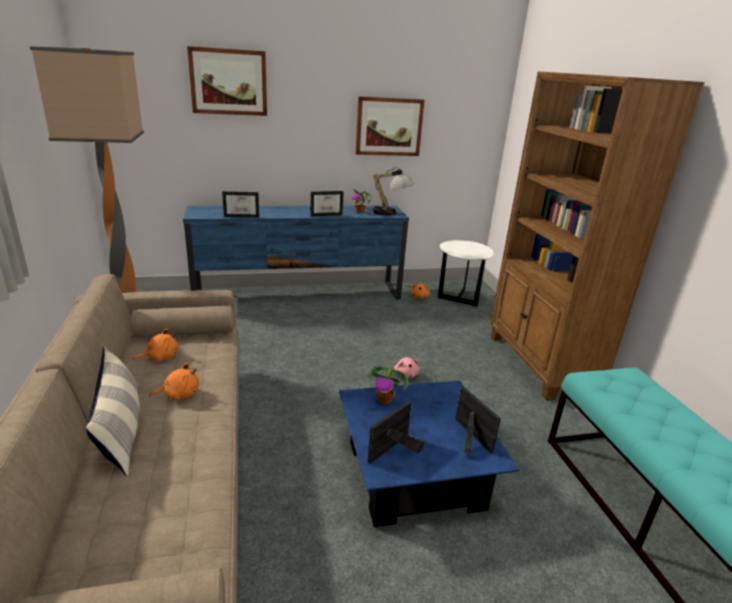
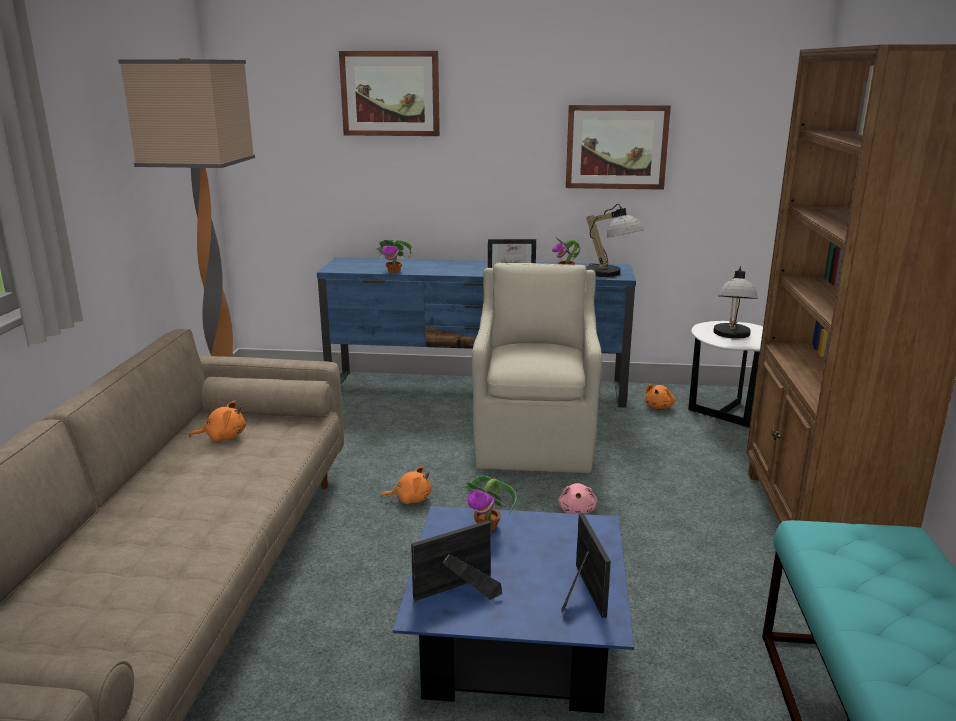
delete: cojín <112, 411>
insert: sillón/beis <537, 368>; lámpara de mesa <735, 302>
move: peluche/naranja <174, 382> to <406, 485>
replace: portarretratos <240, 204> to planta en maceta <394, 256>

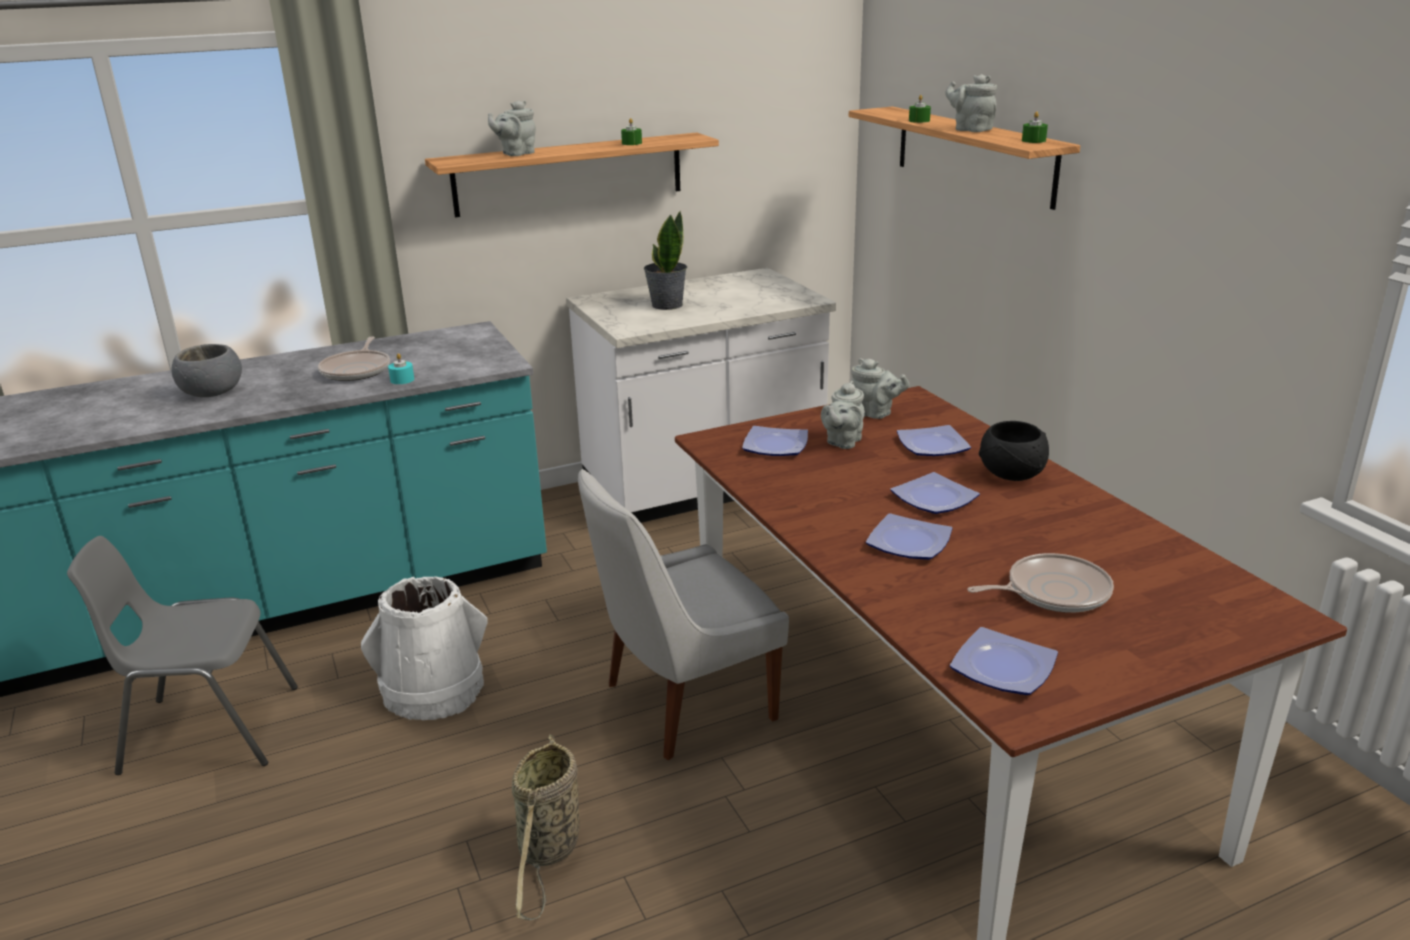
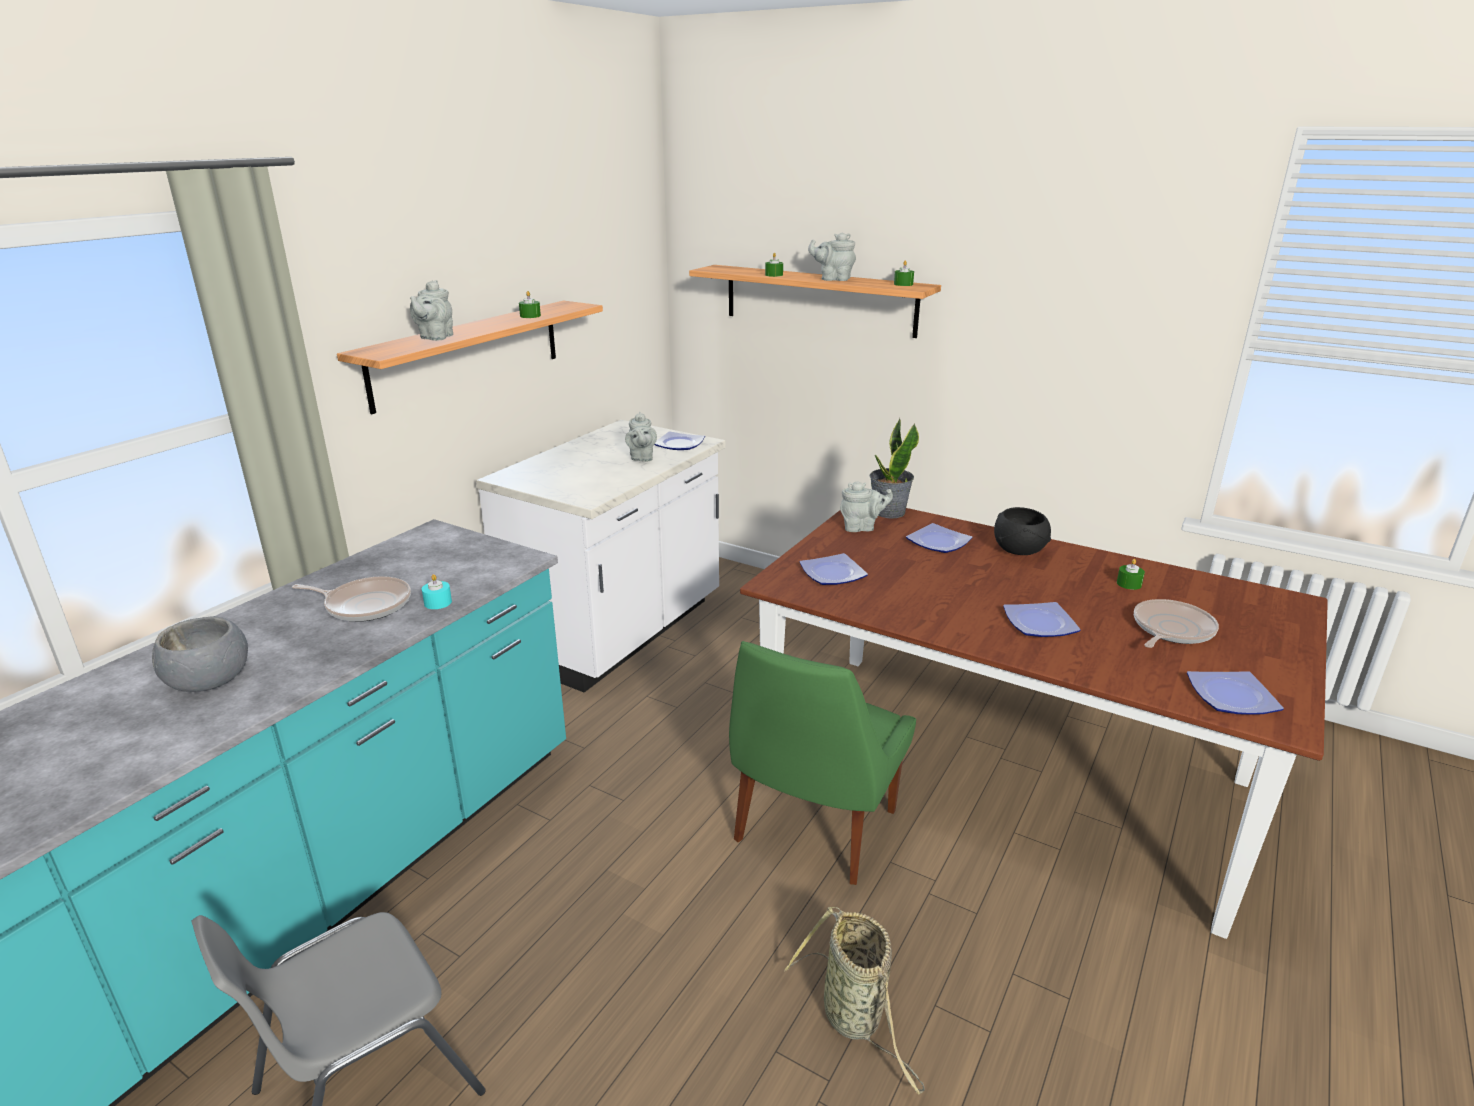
delete: cubo/blanco <424, 648>
insert: vela/verde <1131, 574>
move: planta en maceta <665, 260> to <894, 467>; tetera/gris <843, 415> to <641, 437>; plato <935, 493> to <679, 440>
recolor: silla/blanco <683, 614> to silla/verde <822, 763>
rotate: sartén <354, 358> = <351, 599> 45 degrees counterclockwise

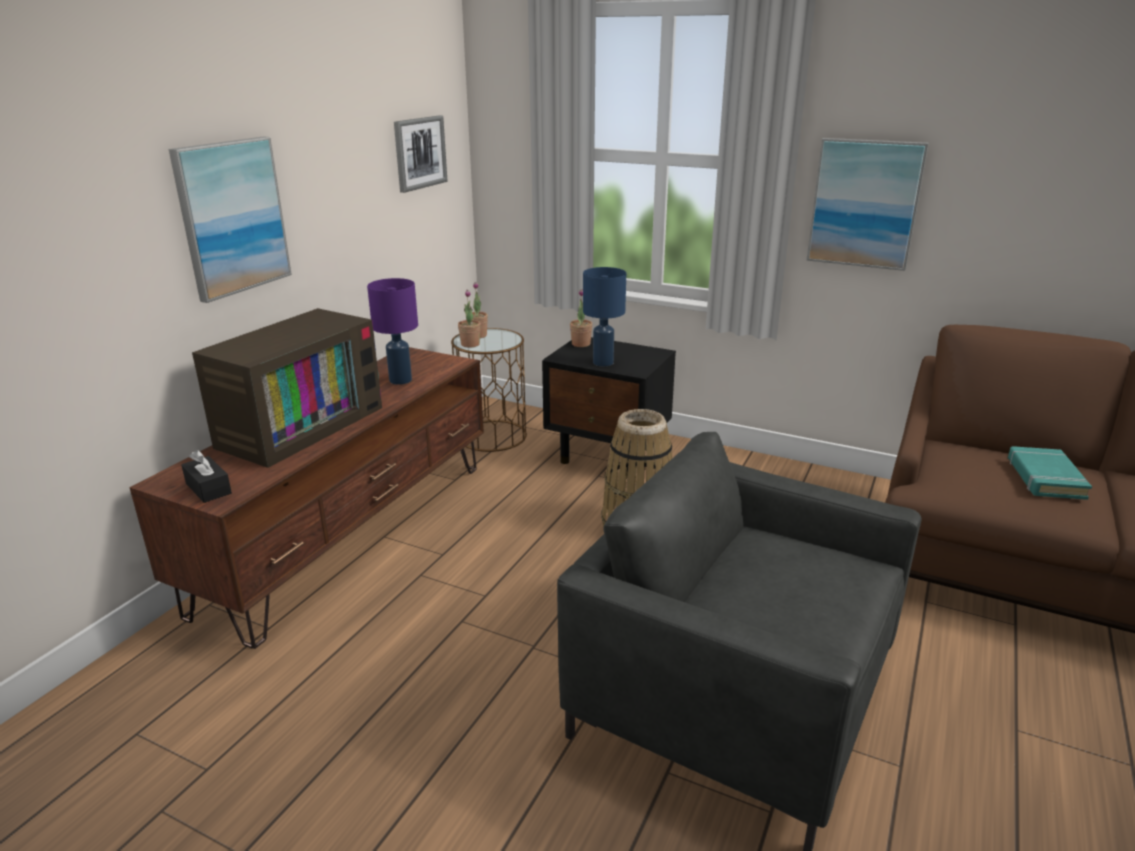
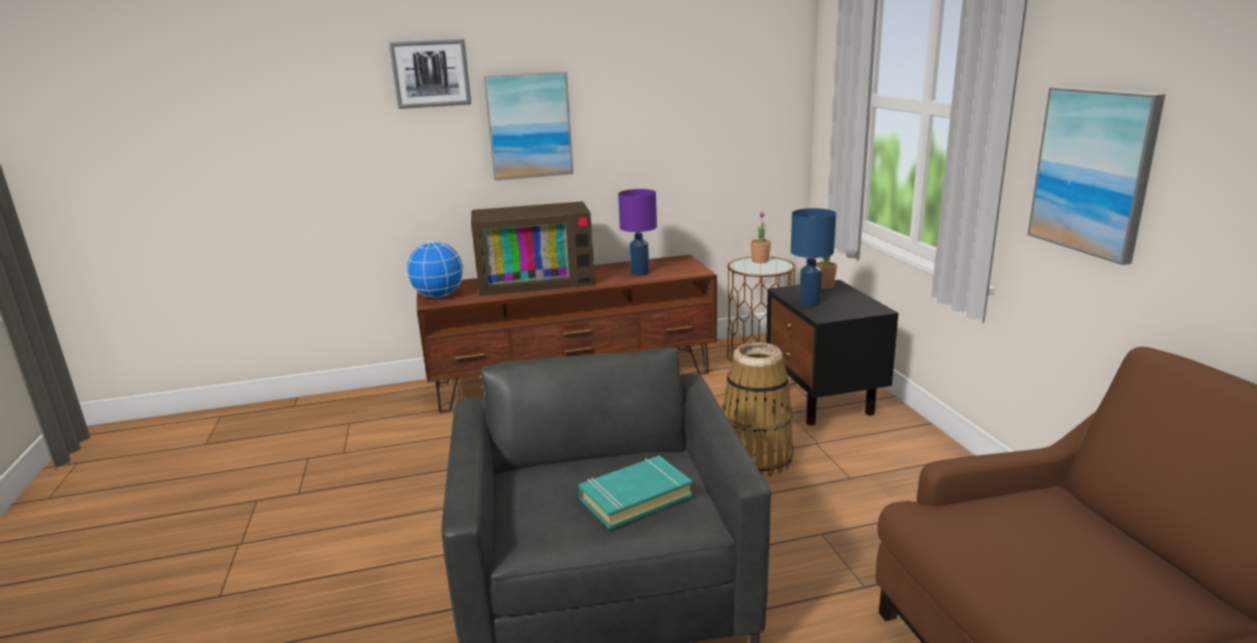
delete: planta en maceta <469, 319>
move: cuadro <421, 154> to <430, 74>; libro/turquesa <1050, 473> to <636, 493>
replace: caja de pañuelos/negro <207, 476> to globo terráqueo <435, 269>

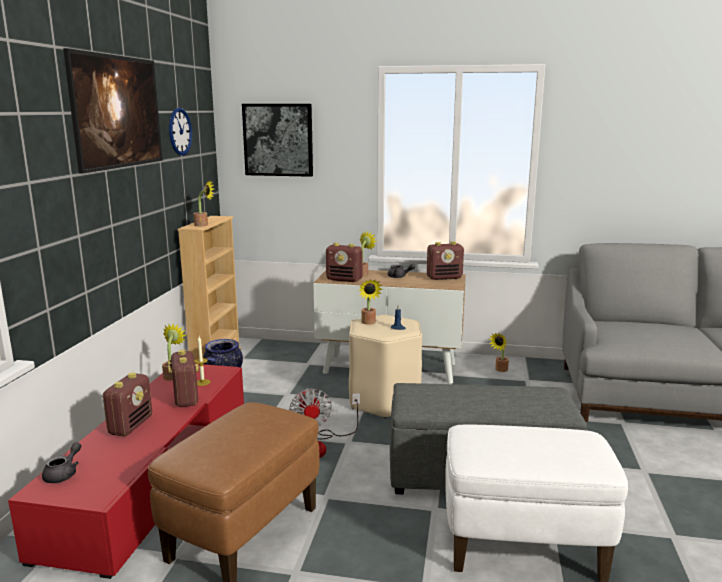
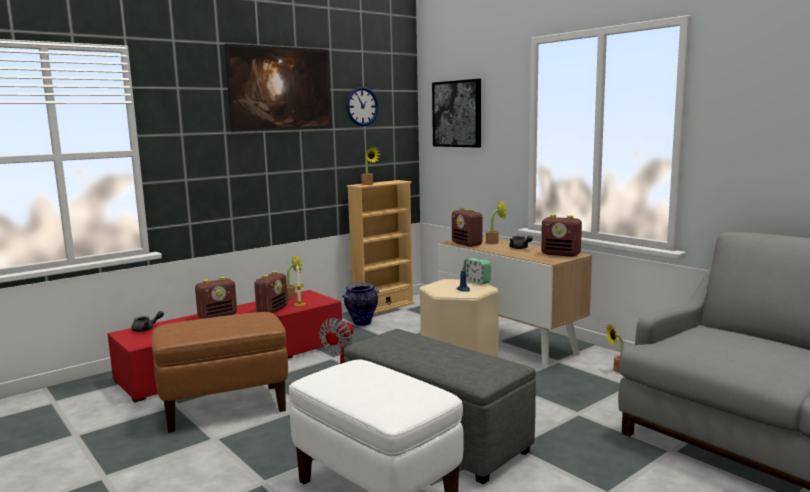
delete: planta en maceta <370, 302>
insert: despertador <477, 271>

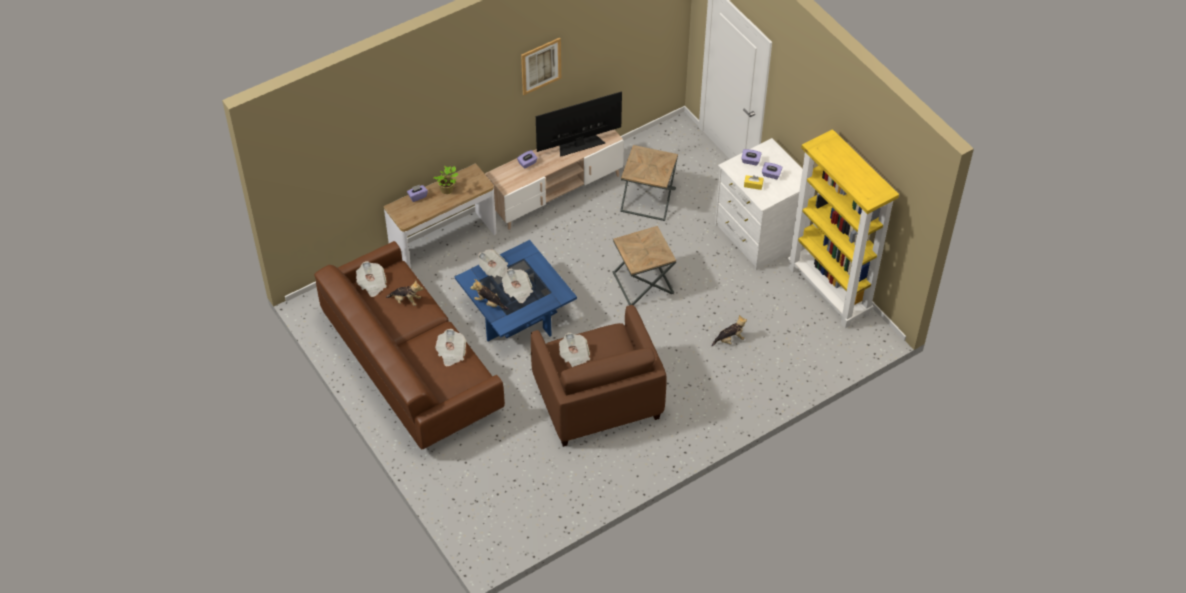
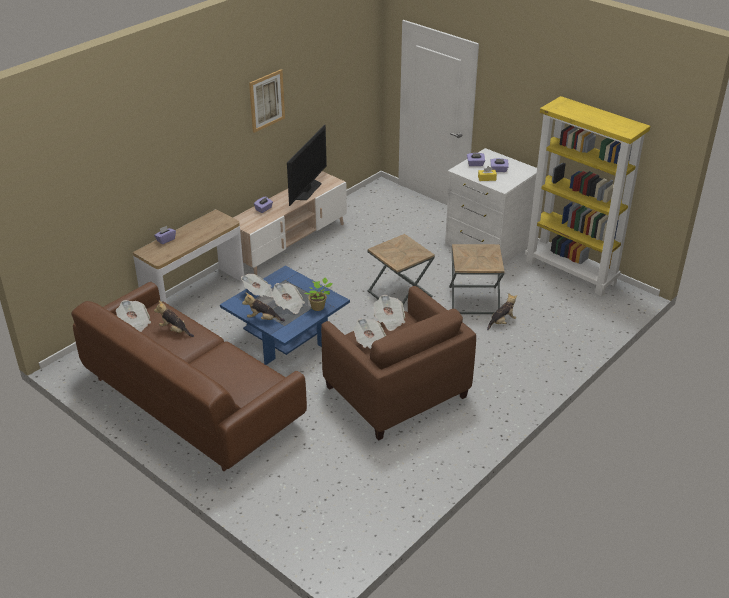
move: mesa auxiliar/marrón <649, 183> to <477, 279>; planta en maceta <446, 180> to <318, 294>; periódico <450, 348> to <389, 313>
rotate: televisor <579, 124> = <307, 165> 150 degrees clockwise; peluche <404, 293> = <174, 319> 150 degrees counterclockwise

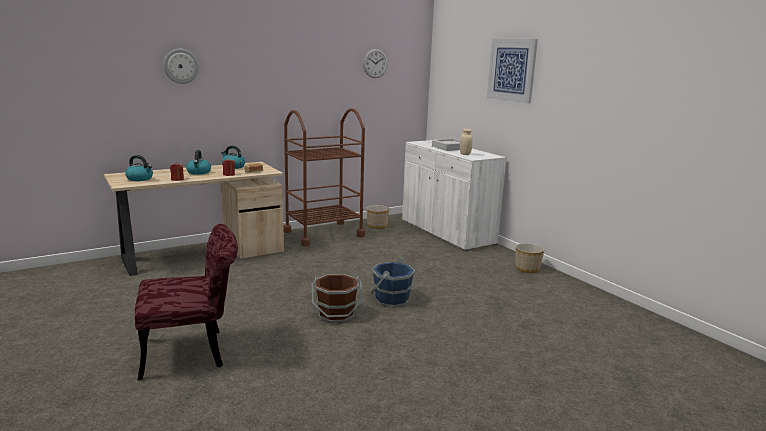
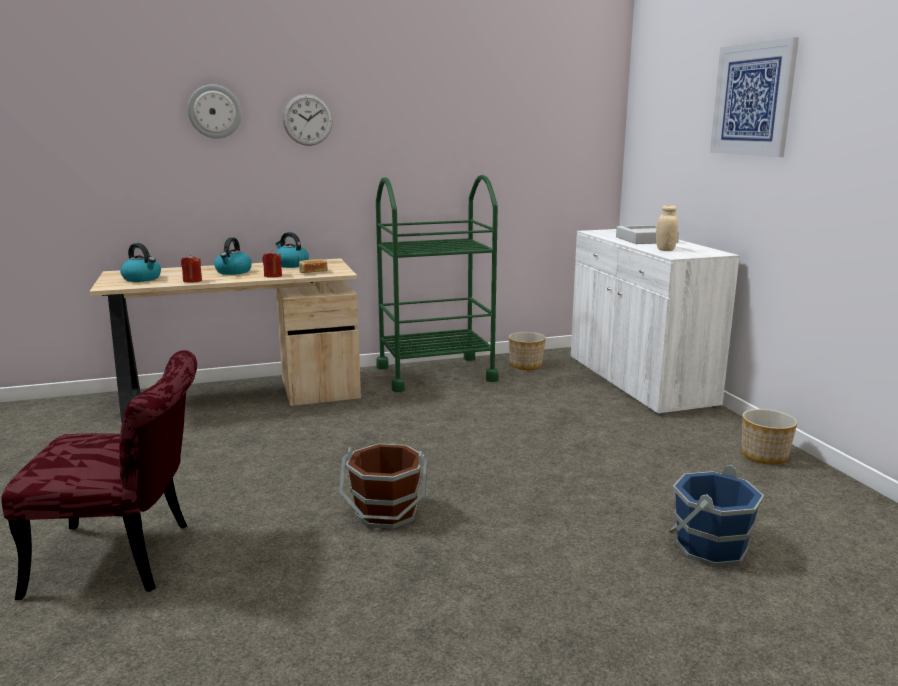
move: reloj de pared <375, 63> to <308, 120>; cubo/azul <393, 282> to <716, 516>
recolor: carrito/marrón <324, 177> to carrito/verde <437, 283>

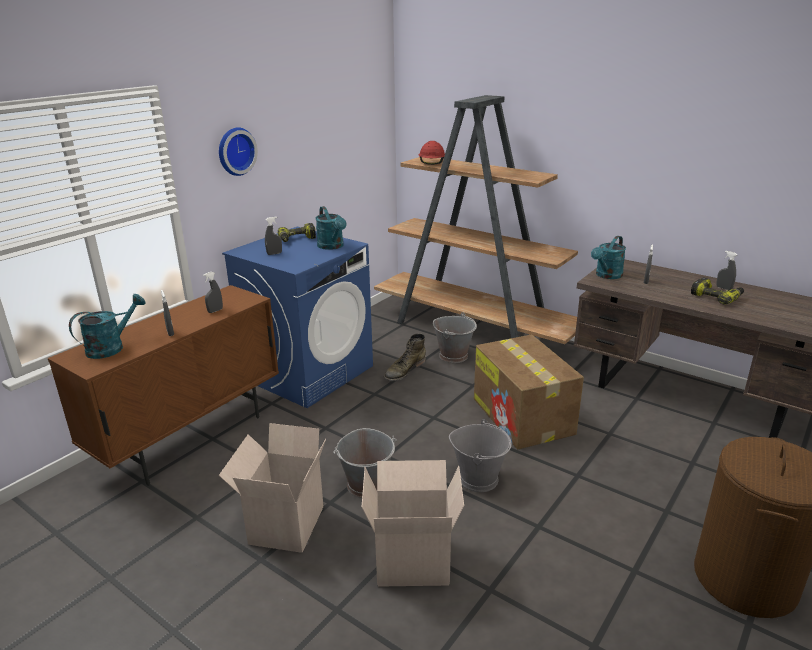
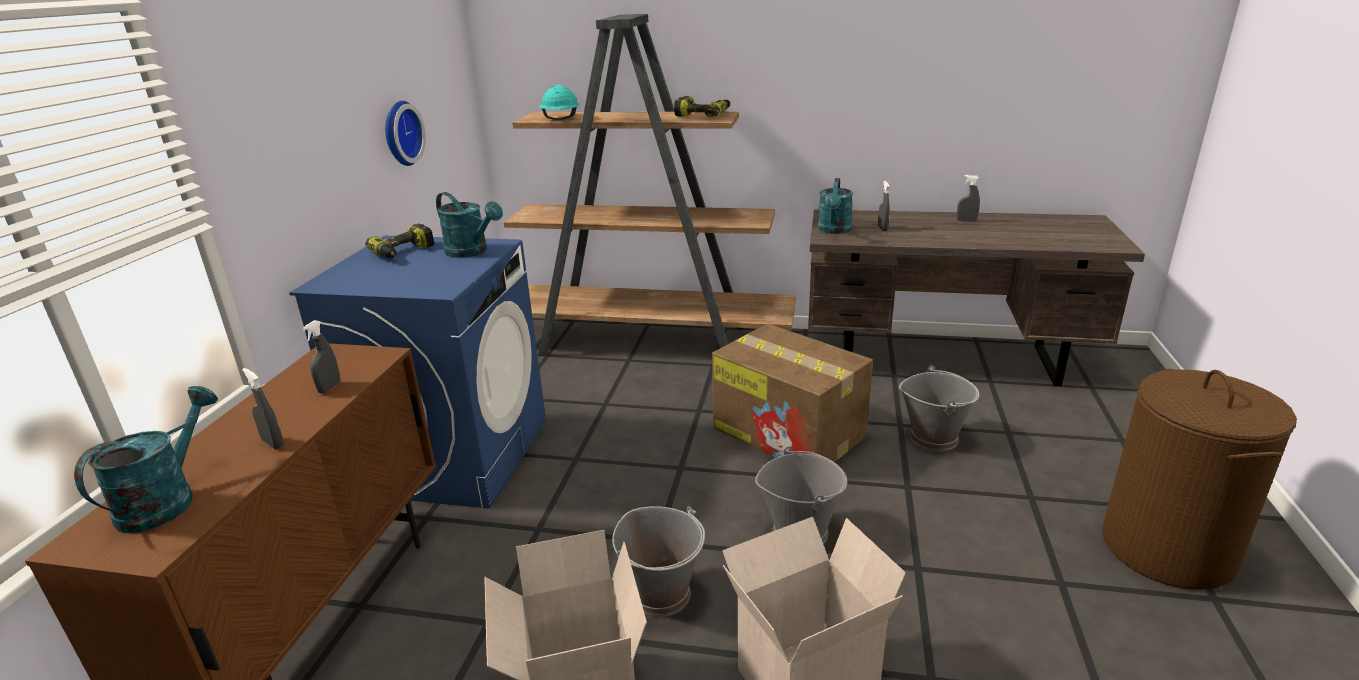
delete: pulverizador/gris <273, 236>; bota/verde <405, 357>
move: reloj de pared <238, 151> to <405, 133>; taladro <717, 291> to <702, 106>; cubo/gris <455, 338> to <939, 408>
recolor: casco/rojo <432, 153> to casco/turquesa <559, 102>

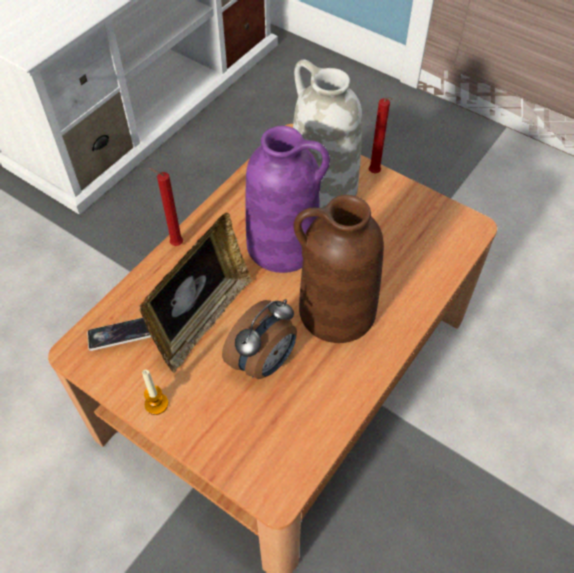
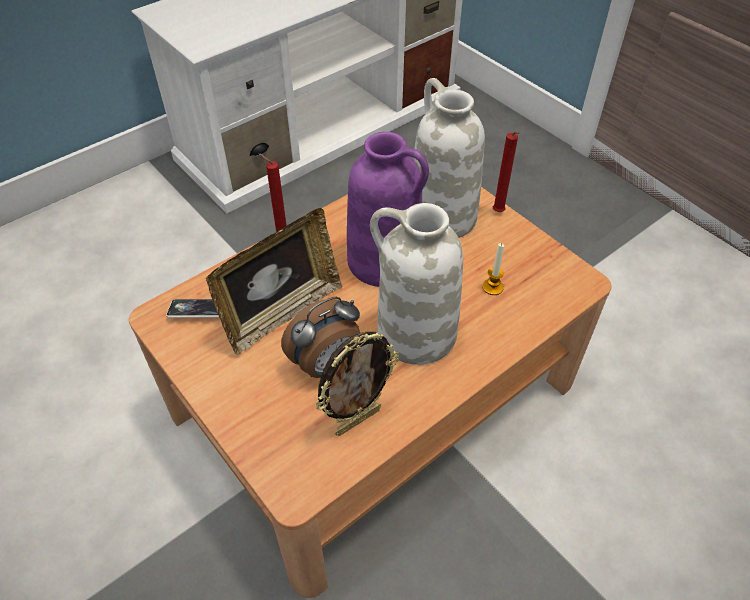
insert: portarretratos <357, 384>
move: vela <155, 392> to <493, 269>
recolor: florero/marrón <339, 269> to florero/blanco <416, 284>

